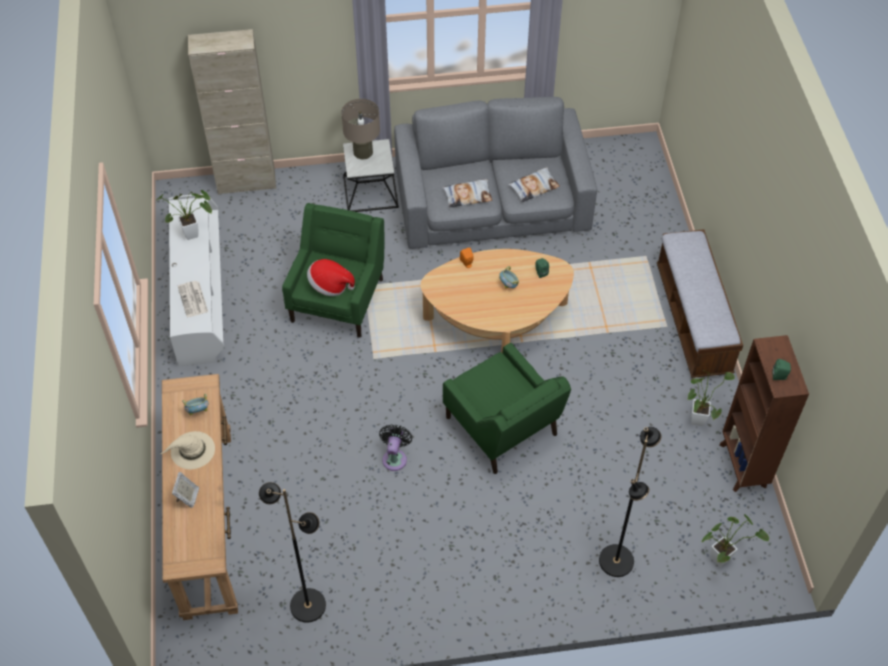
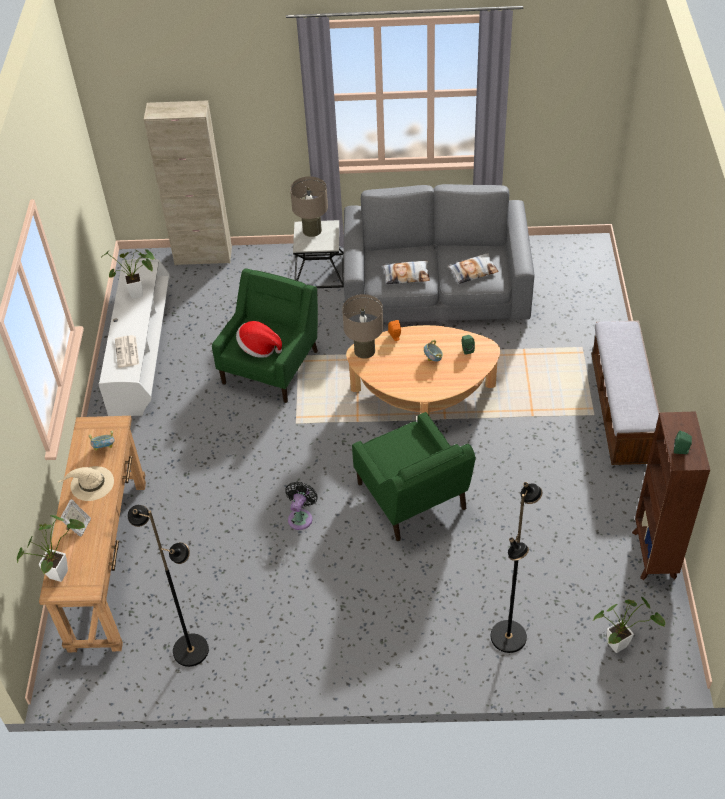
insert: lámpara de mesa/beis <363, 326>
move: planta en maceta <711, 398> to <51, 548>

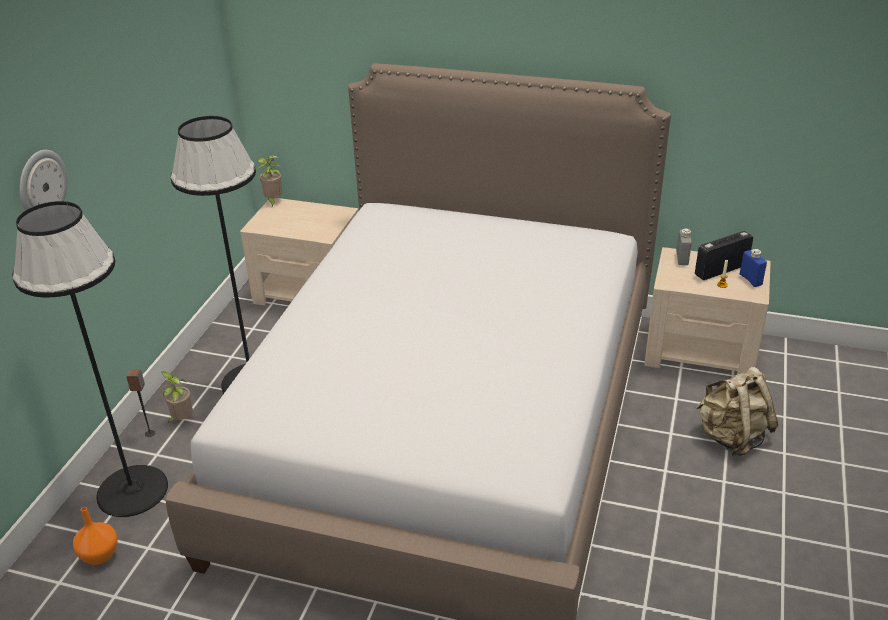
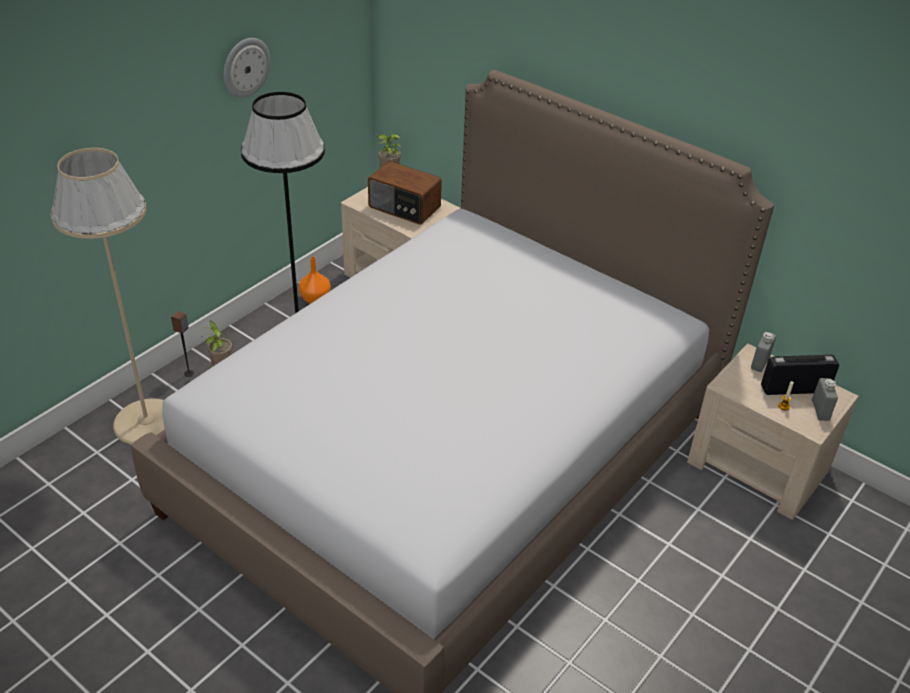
delete: mochila/beis <737, 411>
insert: radio <405, 193>
move: reloj de pared <43, 180> to <247, 68>; florero/naranja <95, 536> to <315, 280>
recolor: lámpara de pie/negro <90, 359> to lámpara de pie/beis <108, 296>; botella/azul <753, 268> to botella/gris <825, 399>

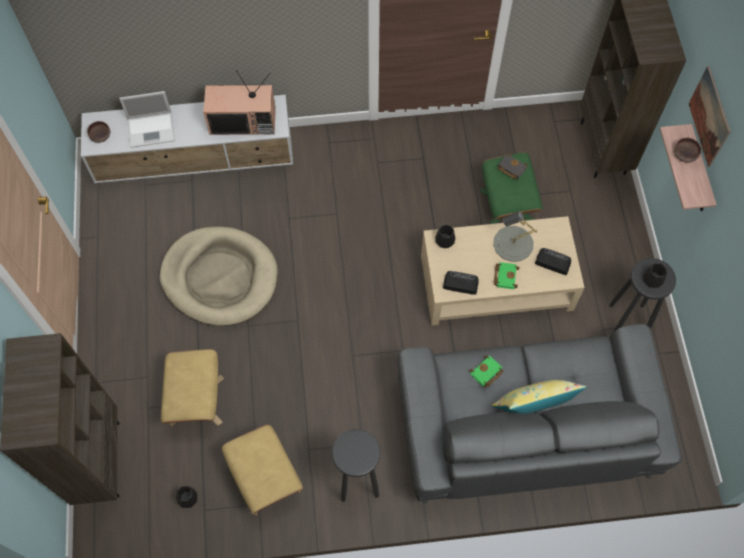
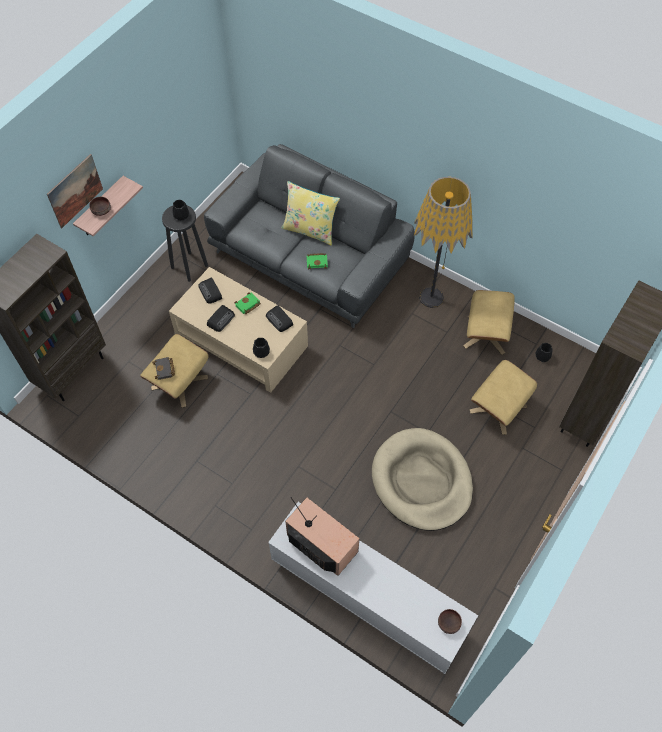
delete: portátil <147, 119>
replace: lámpara de mesa/gris <515, 236> to radio <221, 318>; taburete/negro <356, 465> to lámpara de pie <443, 242>
recolor: puf/verde <511, 188> to puf/beis <174, 371>

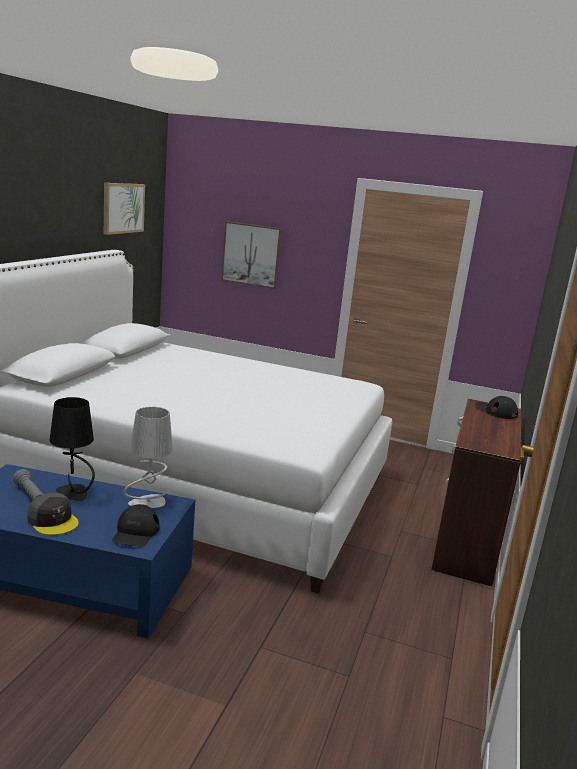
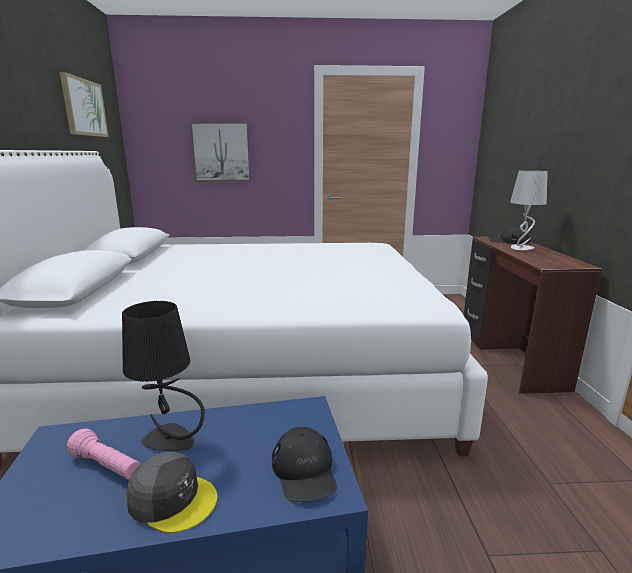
move: lámpara de mesa/gris <148, 457> to <529, 210>
recolor: linterna/gris <28, 484> to linterna/rosa <104, 454>

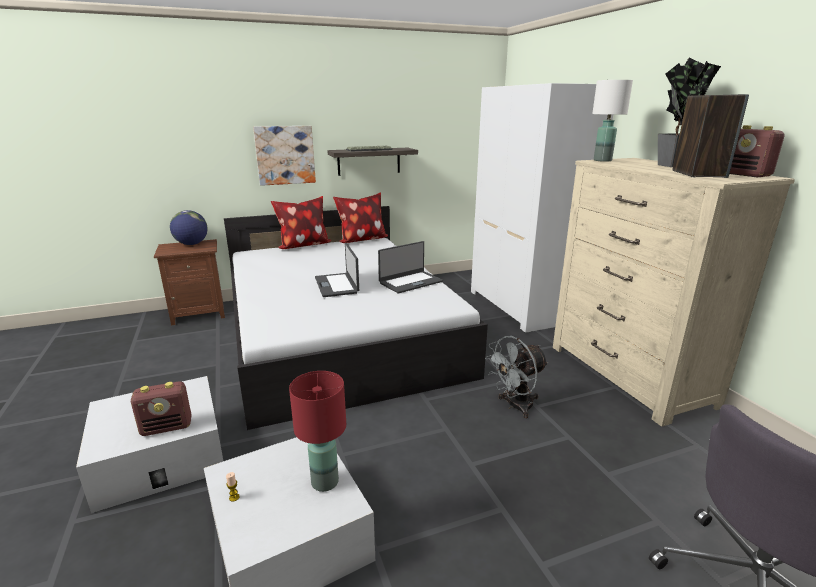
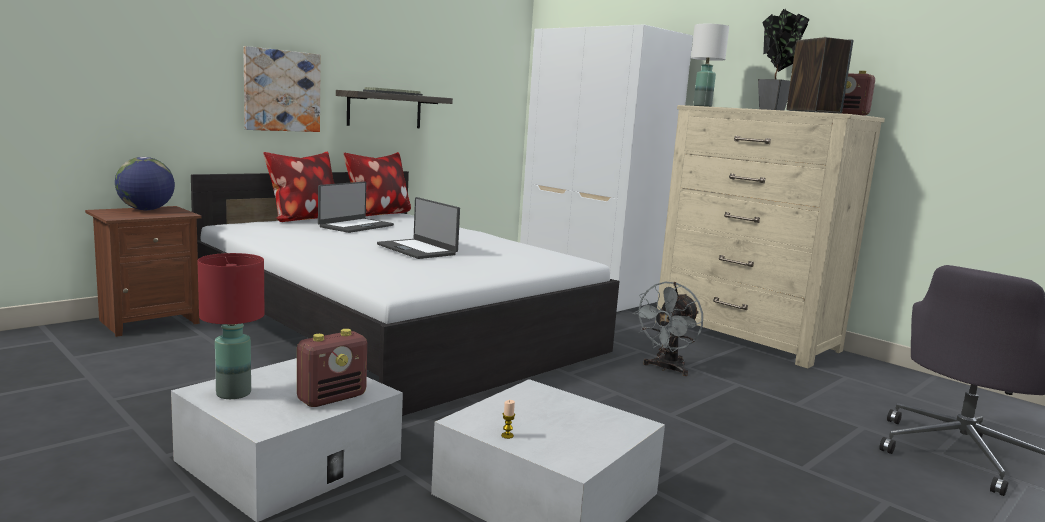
move: portátil <410, 267> to <356, 207>; lámpara de mesa/rojo <317, 431> to <231, 326>

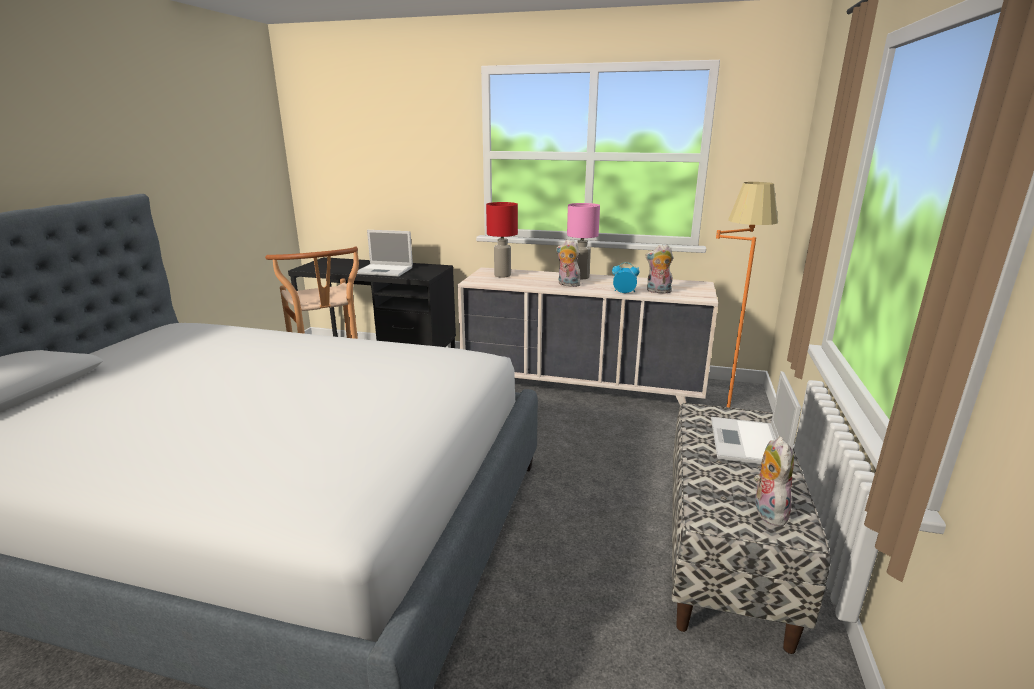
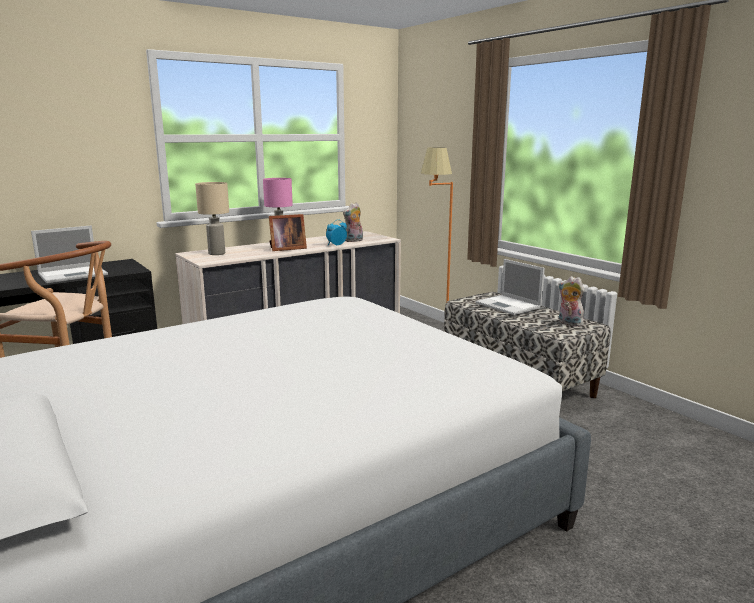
replace: peluche <568, 263> to portarretratos <288, 232>
recolor: lámpara de mesa/rojo <502, 240> to lámpara de mesa/beis <212, 218>

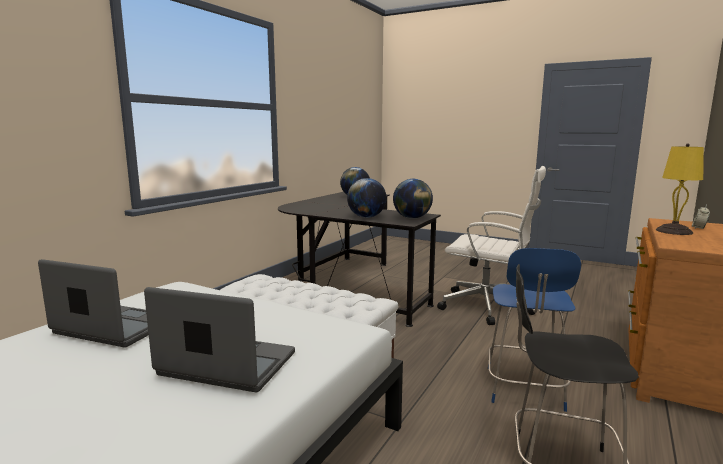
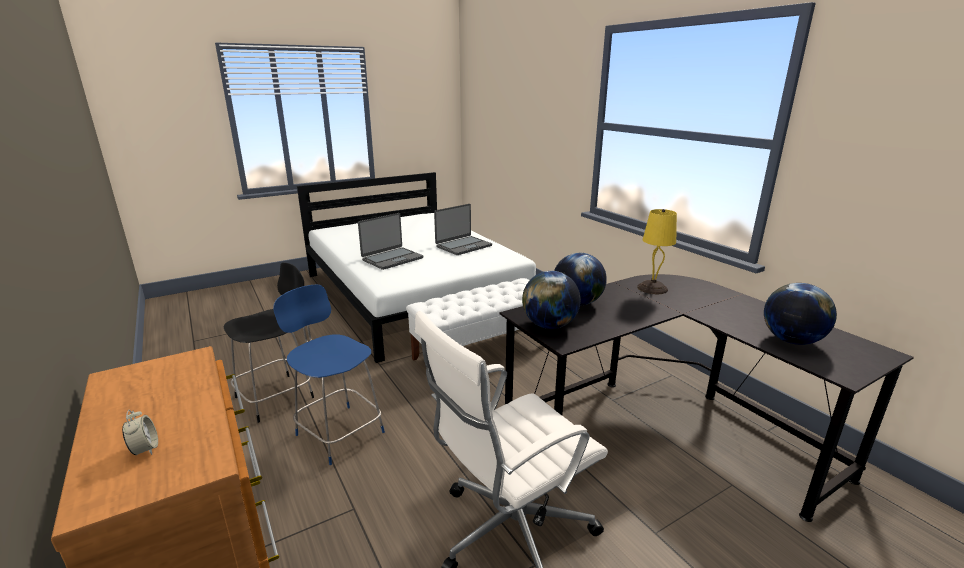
move: lámpara de mesa/amarillo <680, 189> to <657, 251>

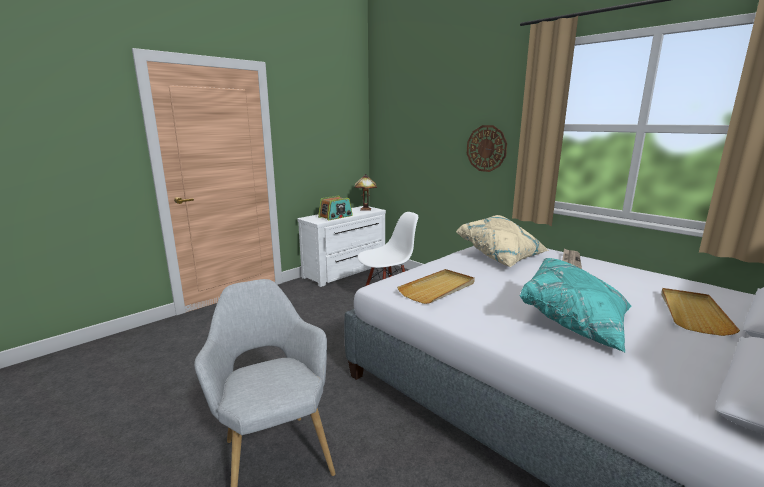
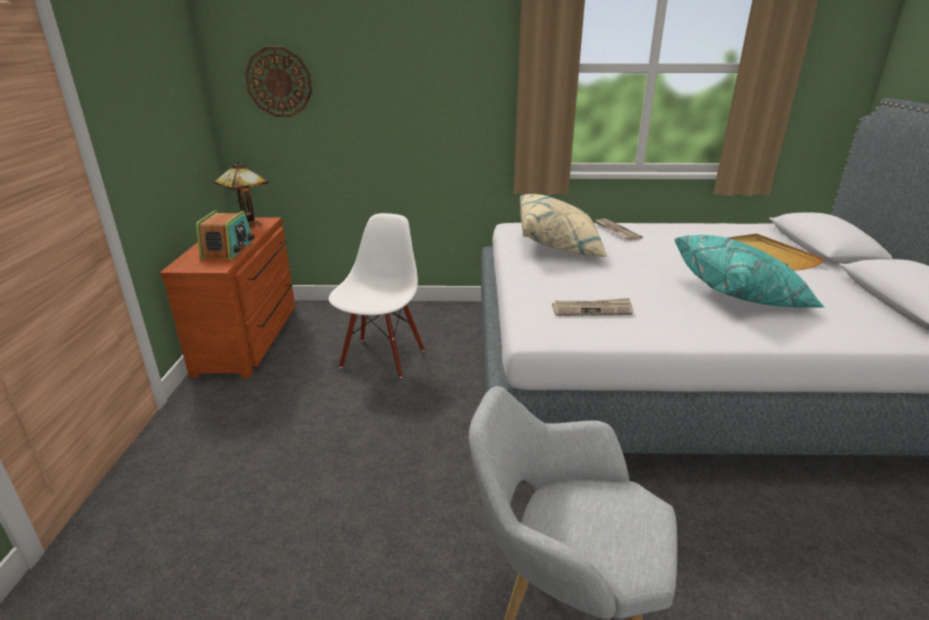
move: reloj de pared <487, 148> to <278, 82>
replace: bandeja/beis <436, 286> to periódico <592, 307>
recolor: cómoda/blanco <342, 246> to cómoda/marrón <227, 297>

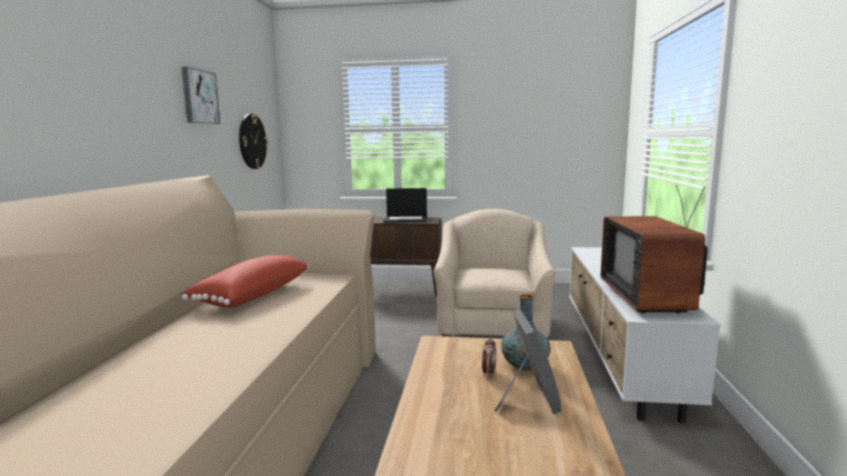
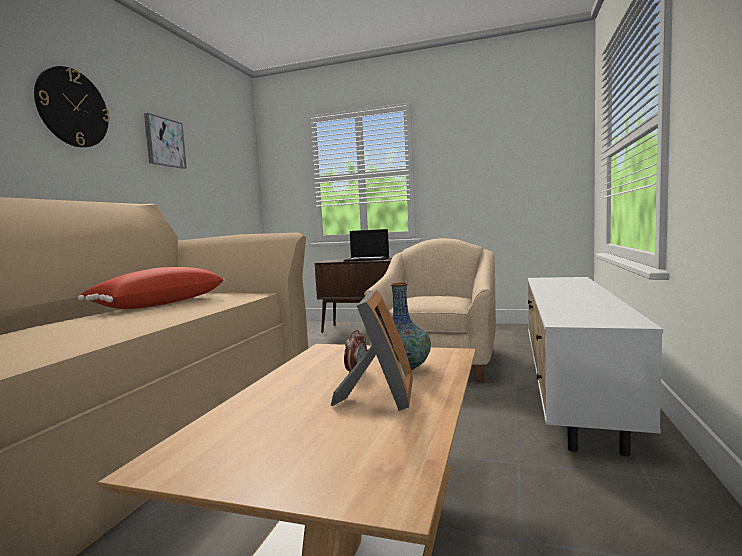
delete: televisor <654, 249>
move: reloj de pared <253, 141> to <72, 106>

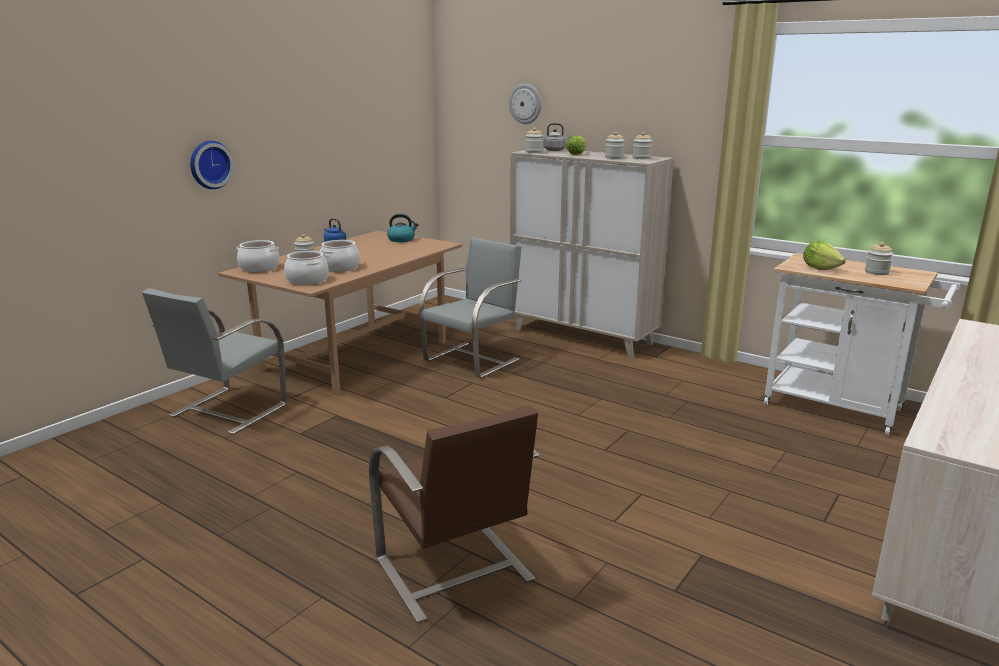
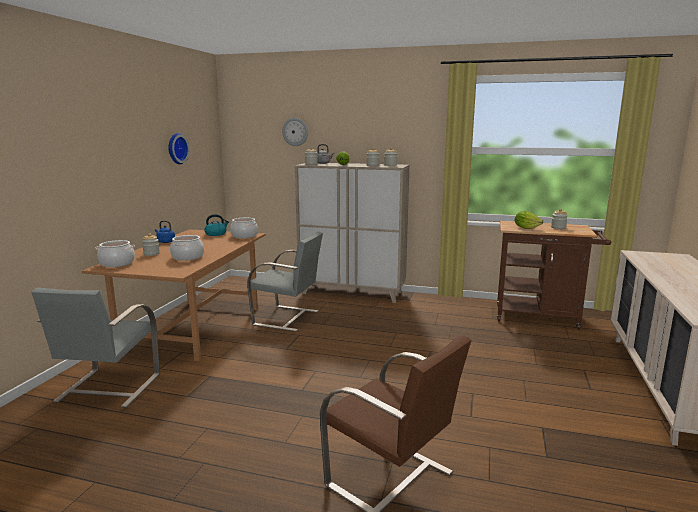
move: reloj de pared <212, 165> to <179, 148>; olla <306, 268> to <244, 228>
recolor: carrito/blanco <861, 344> to carrito/marrón <554, 275>
rotate: silla/gris <470, 307> = <285, 282> 90 degrees clockwise

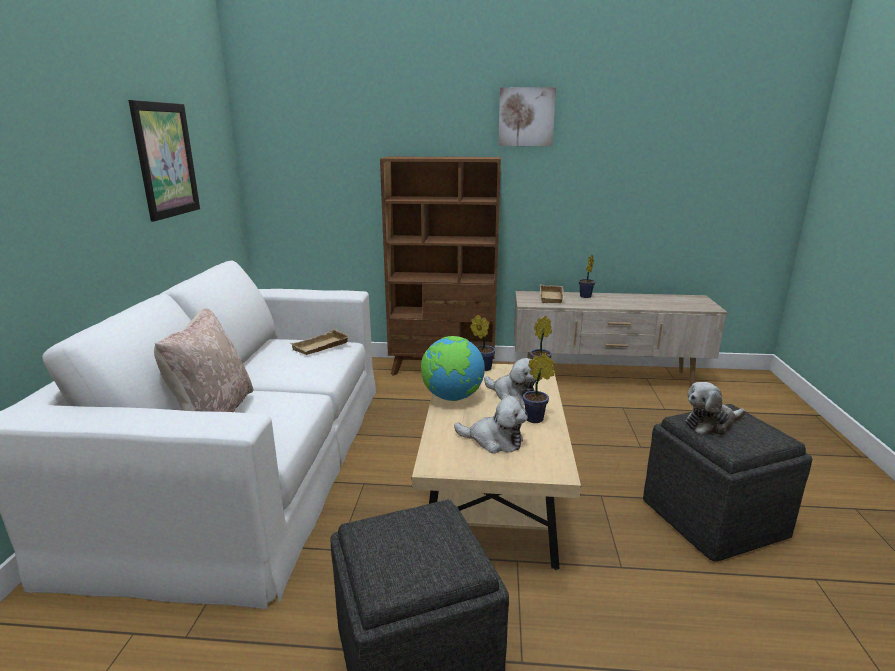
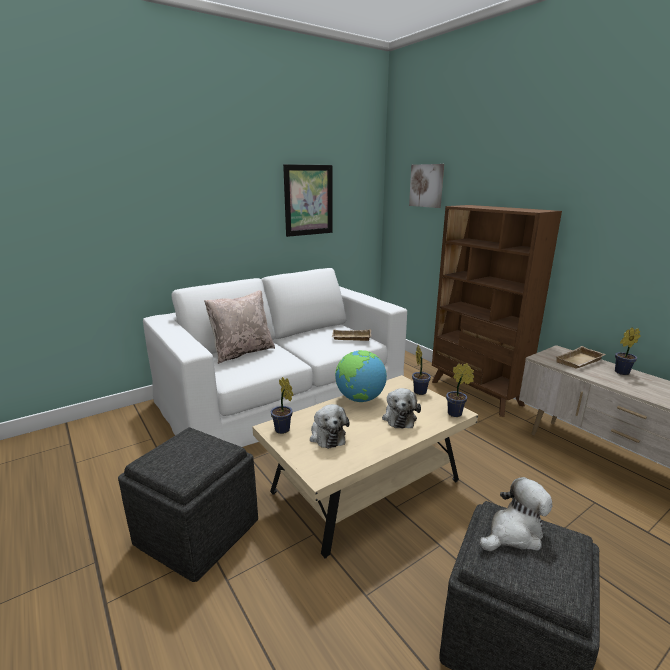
move: cuadro <527, 116> to <426, 186>; planta en maceta <539, 388> to <282, 405>
rotate: peluche <715, 408> = <515, 514> 120 degrees clockwise

